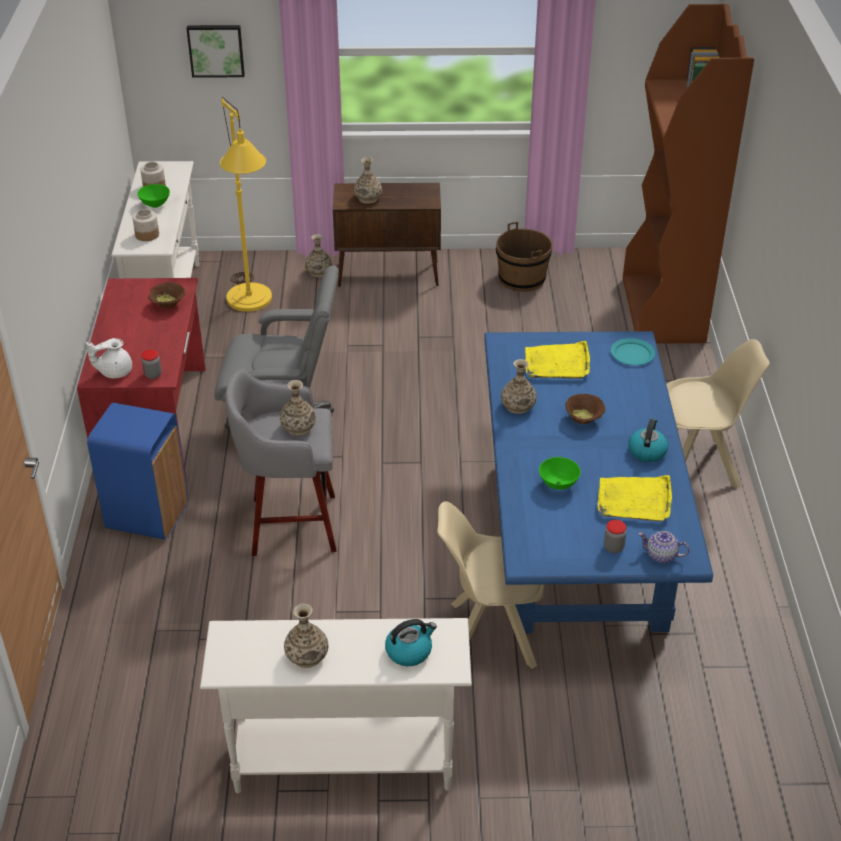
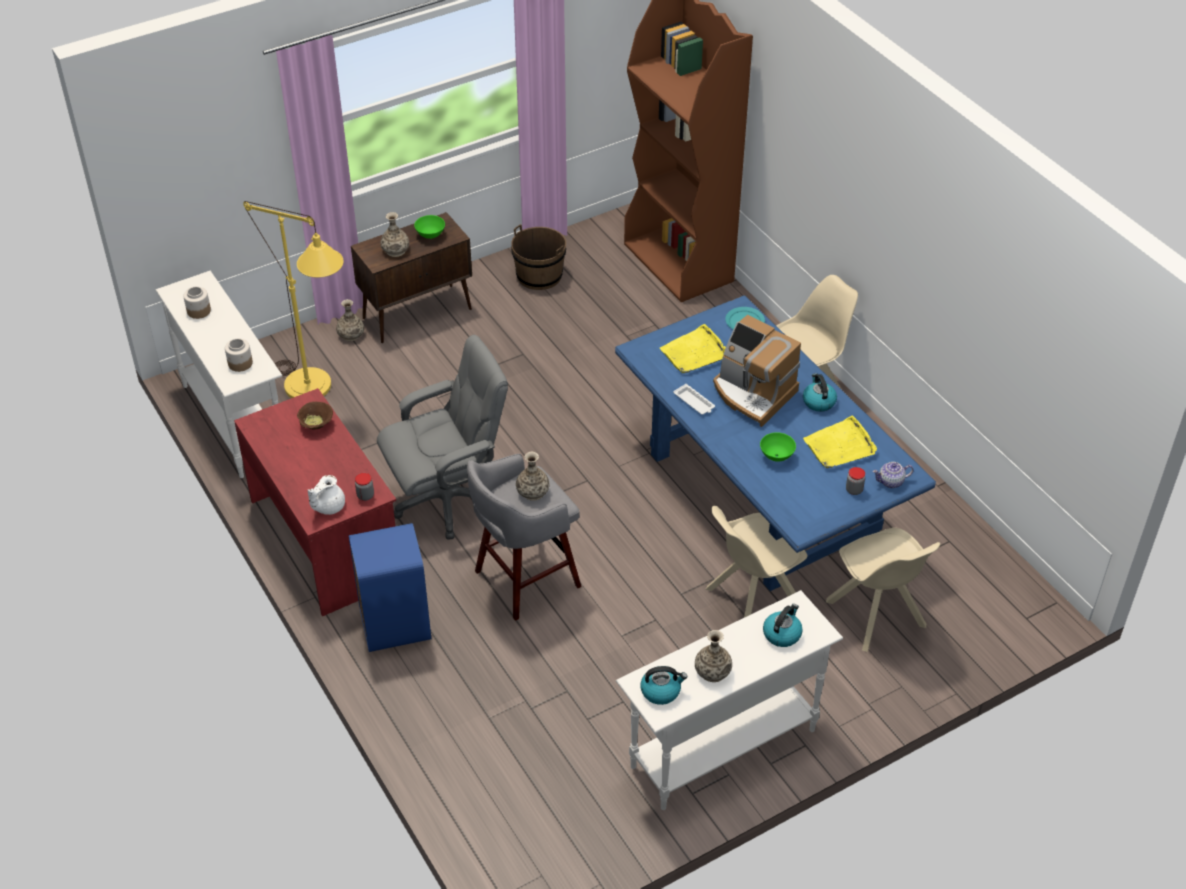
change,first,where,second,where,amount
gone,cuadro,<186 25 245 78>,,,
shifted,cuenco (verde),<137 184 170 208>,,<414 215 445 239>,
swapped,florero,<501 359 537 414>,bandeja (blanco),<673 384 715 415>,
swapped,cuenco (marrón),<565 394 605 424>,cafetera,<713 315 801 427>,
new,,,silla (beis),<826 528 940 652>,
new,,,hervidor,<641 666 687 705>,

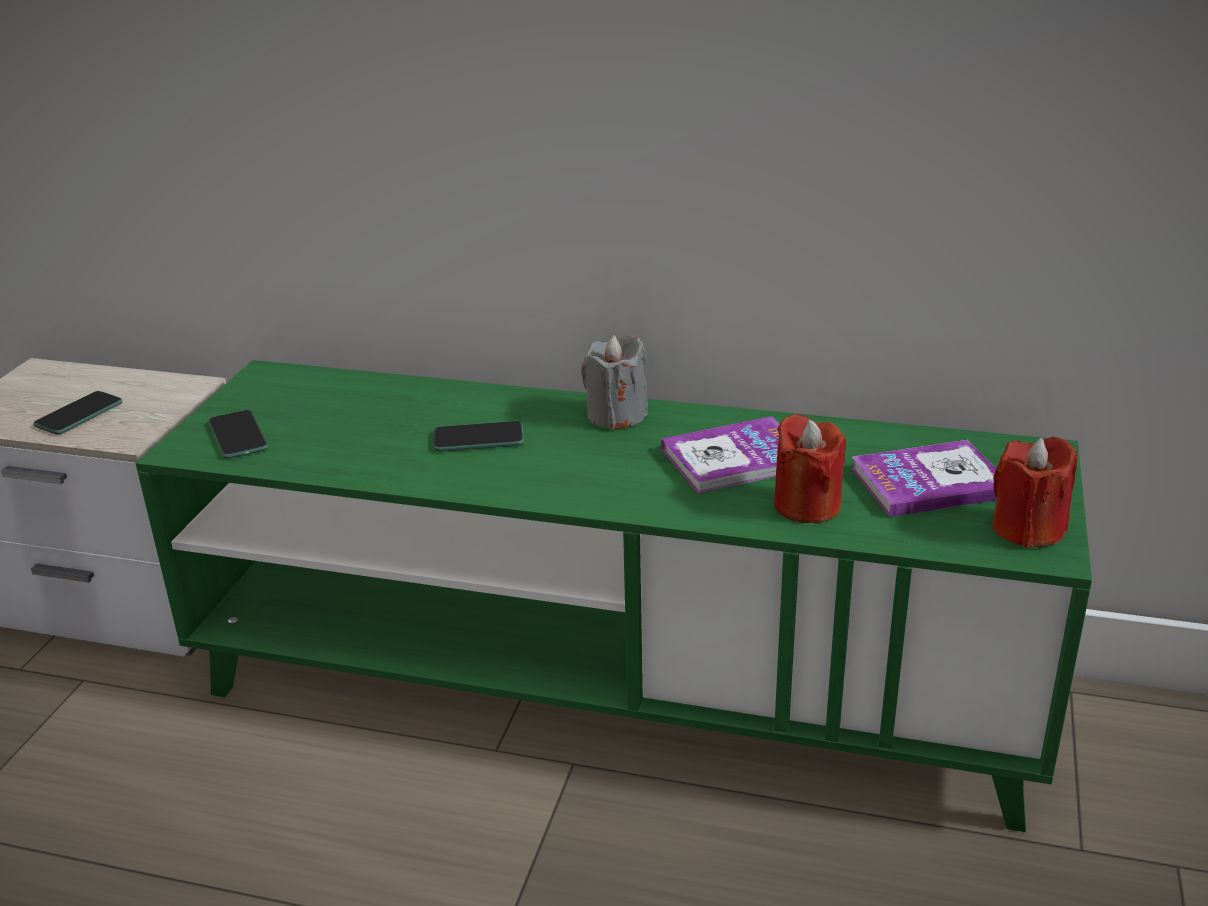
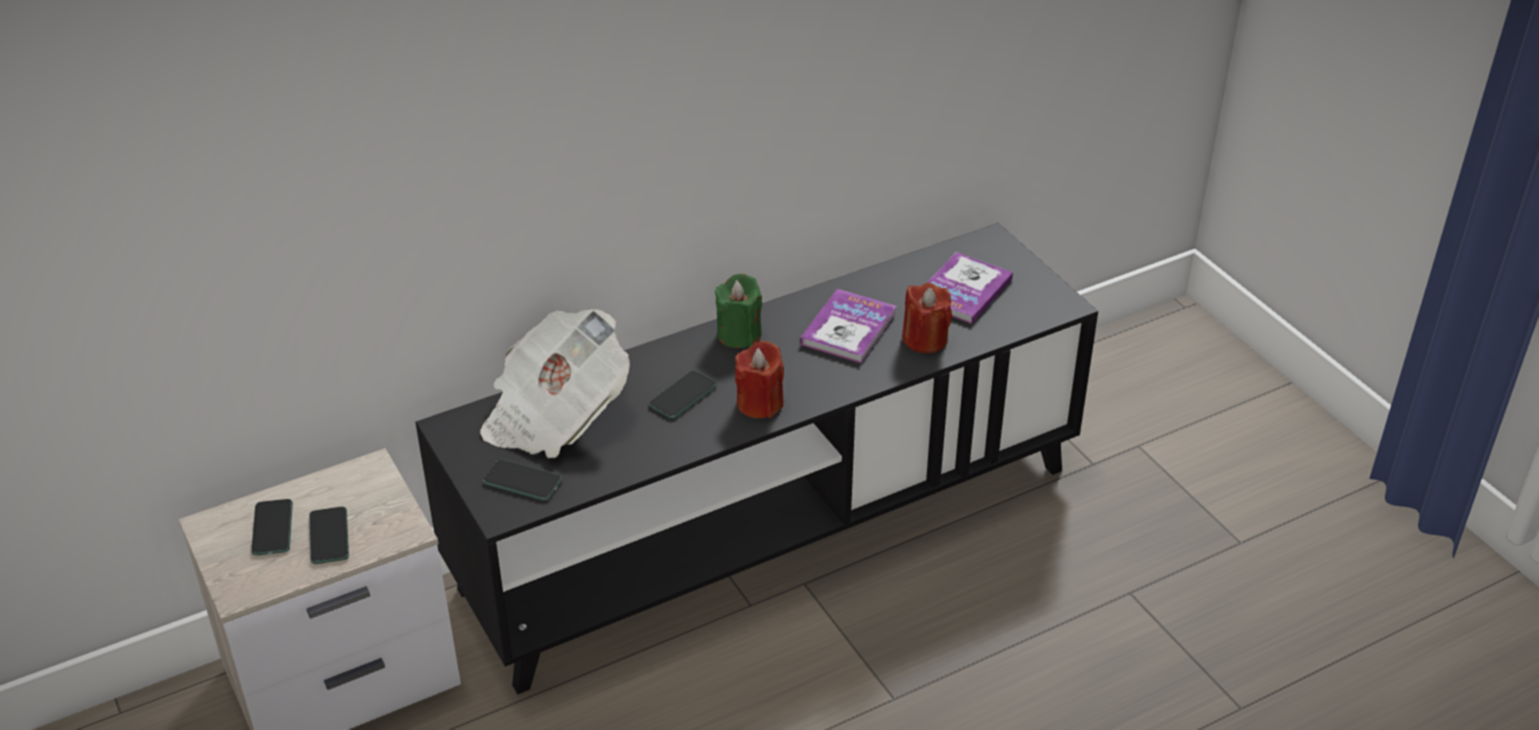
change,first,where,second,where,amount
repainted,vela (gris),<581 335 648 430>,vela (verde),<715 274 762 348>,
repainted,mueble de televisión (verde),<136 360 1092 832>,mueble de televisión (negro),<415 223 1098 694>,
shifted,vela (rojo),<992 437 1077 548>,,<735 341 784 418>,
new,,,periódico,<480 309 630 458>,
new,,,móvil,<251 499 293 556>,

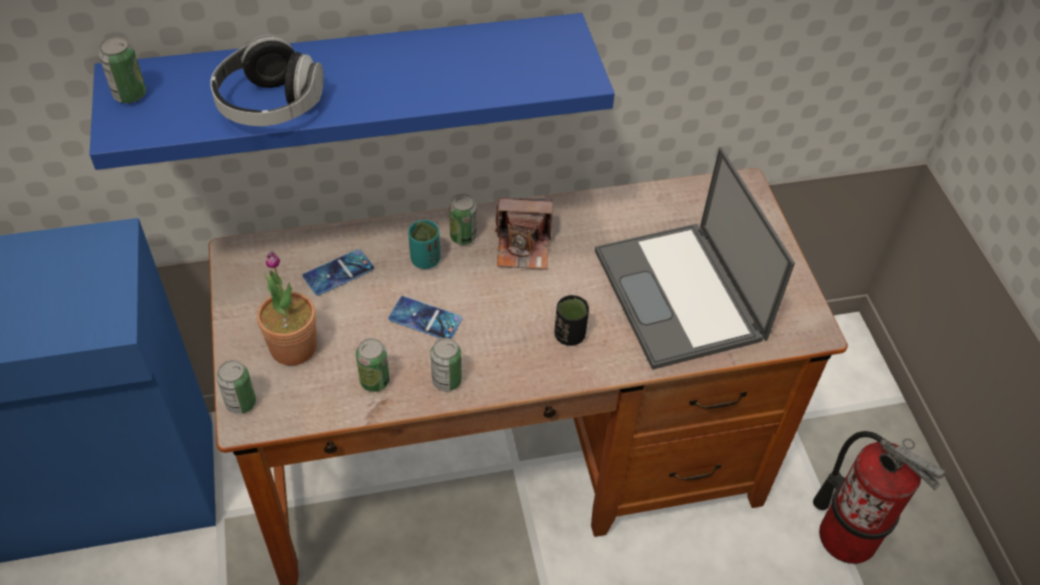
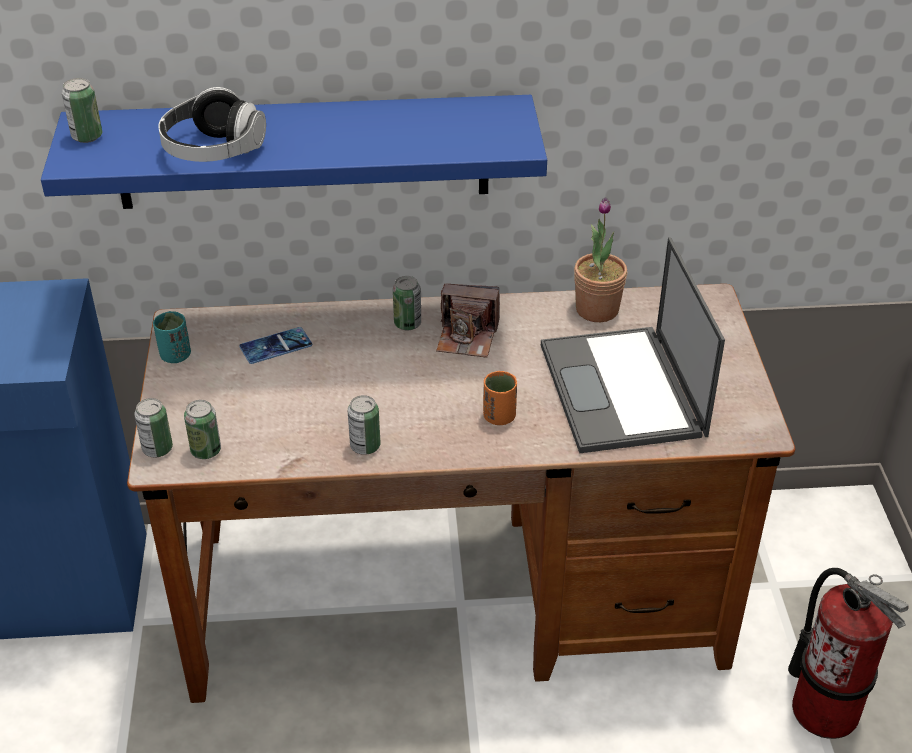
change,first,where,second,where,amount
shifted,taza (turquesa),<408 220 440 269>,,<153 311 191 363>,
shifted,planta en maceta,<257 251 317 365>,,<574 197 627 322>,
repainted,taza (negro),<554 295 589 346>,taza (naranja),<483 371 517 425>,
gone,móvil,<388 296 462 339>,,,
shifted,lata,<356 338 390 392>,,<184 400 221 459>,

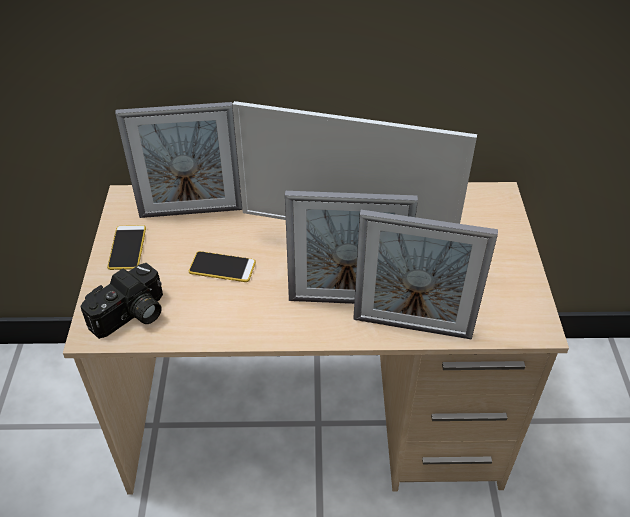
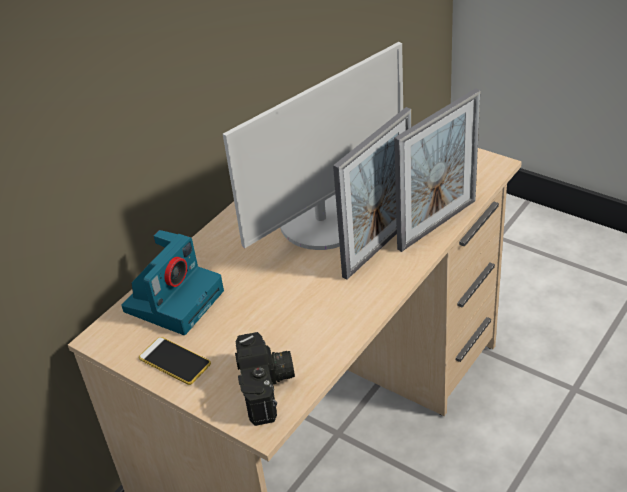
change,first,where,second,where,amount
swapped,portarretratos,<115 102 242 218>,cámara,<122 230 224 335>,
gone,móvil,<189 251 256 282>,,,

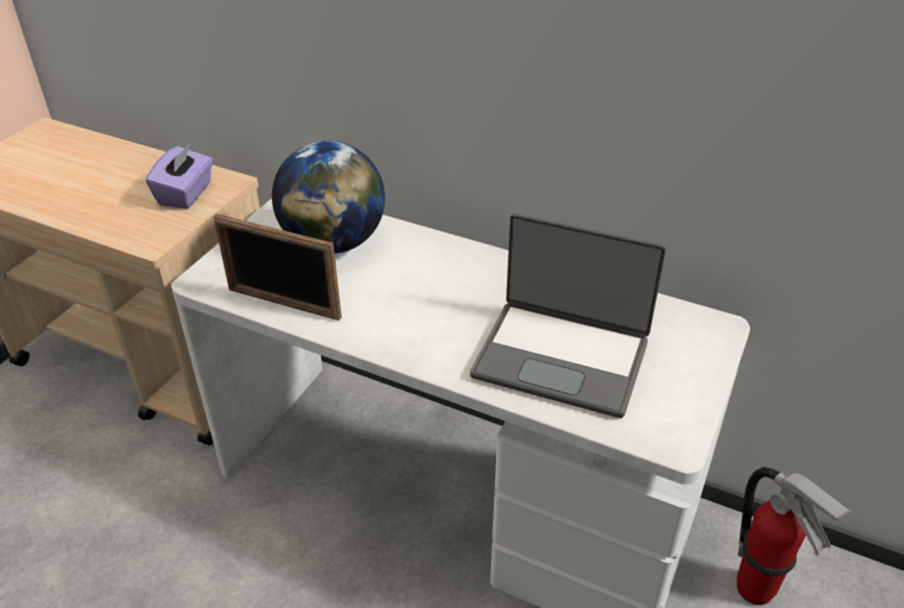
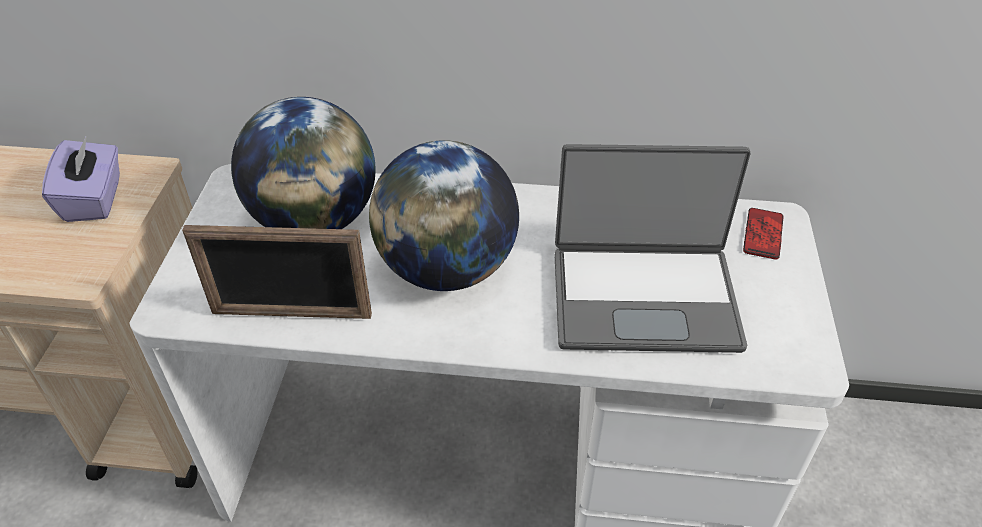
change,first,where,second,where,amount
gone,extintor,<737 467 851 605>,,,
new,,,globo terráqueo,<369 140 519 291>,
new,,,móvil,<743 208 784 260>,

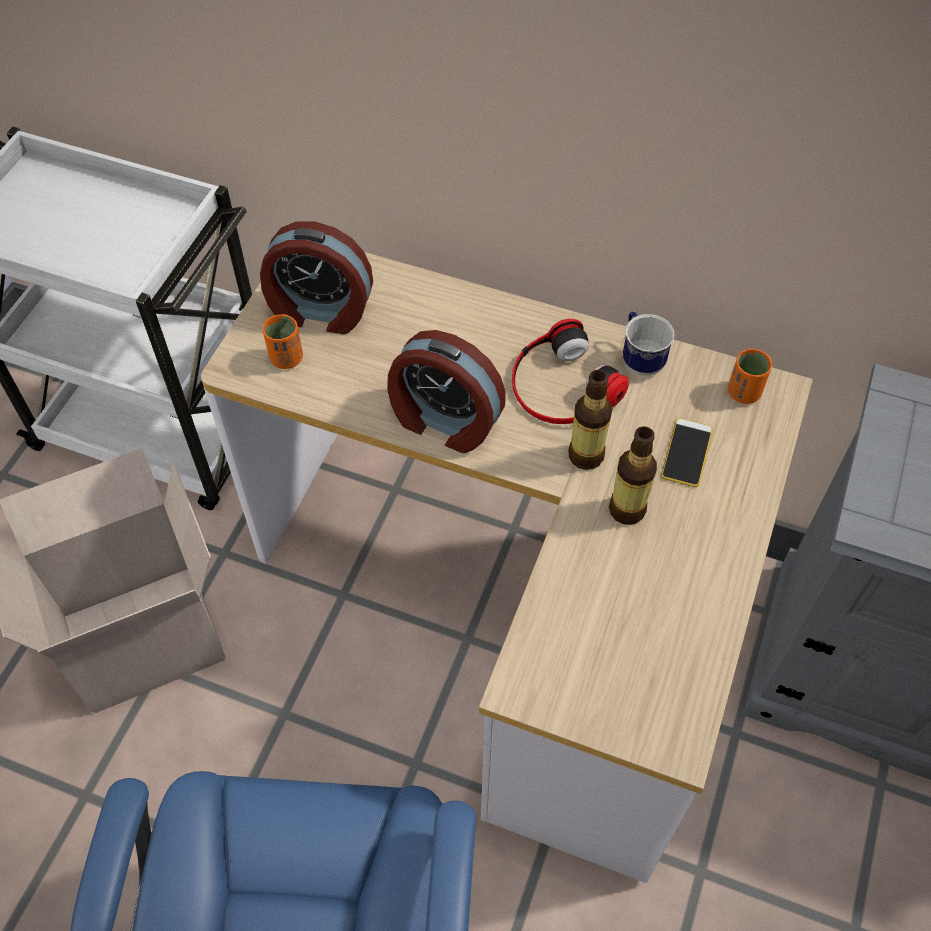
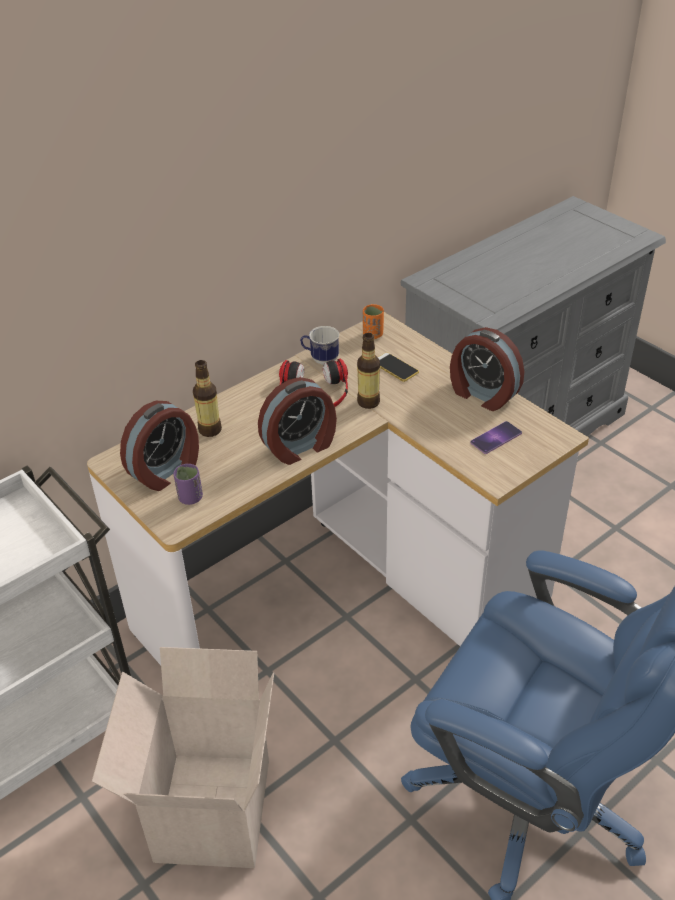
change,first,where,second,where,amount
repainted,taza (naranja),<263 314 303 369>,taza (morado),<174 464 203 505>,
shifted,botella,<609 426 657 525>,,<193 360 222 437>,
new,,,despertador,<450 327 524 411>,
new,,,móvil,<470 421 522 454>,

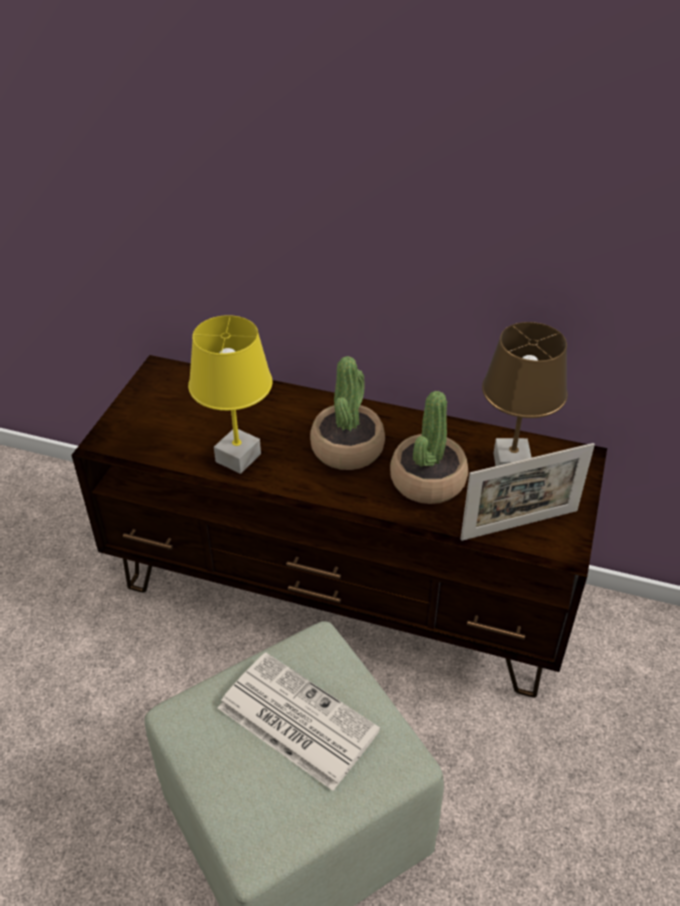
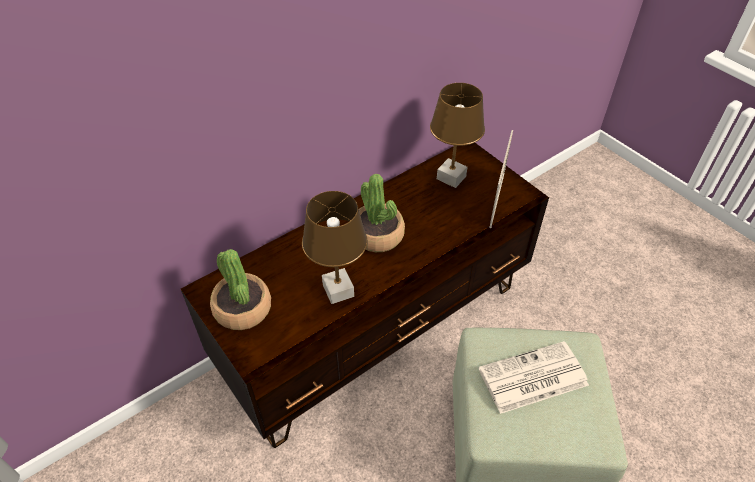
change,first,where,second,where,amount
repainted,lámpara de mesa (amarillo),<188 315 273 474>,lámpara de mesa (marrón),<302 191 367 304>,
shifted,planta en maceta,<390 391 468 504>,,<210 249 271 330>,

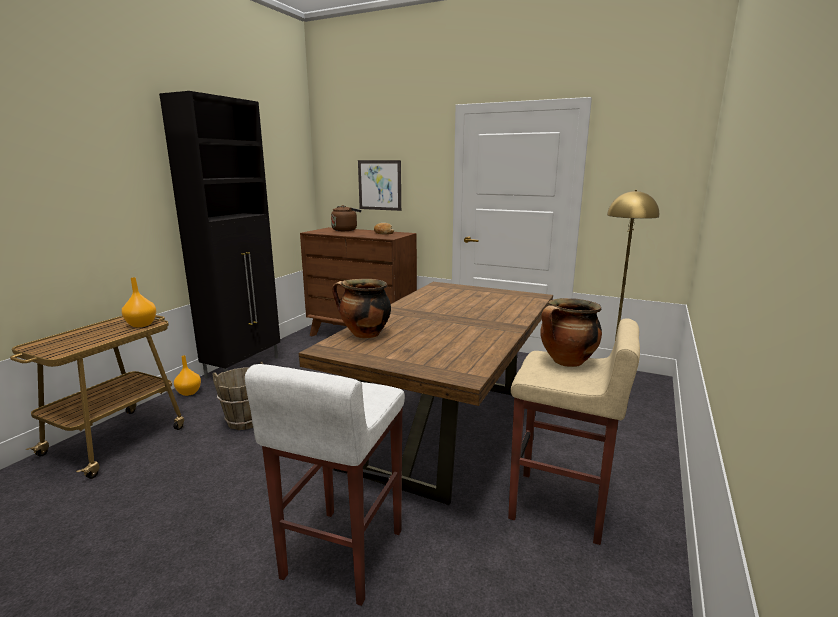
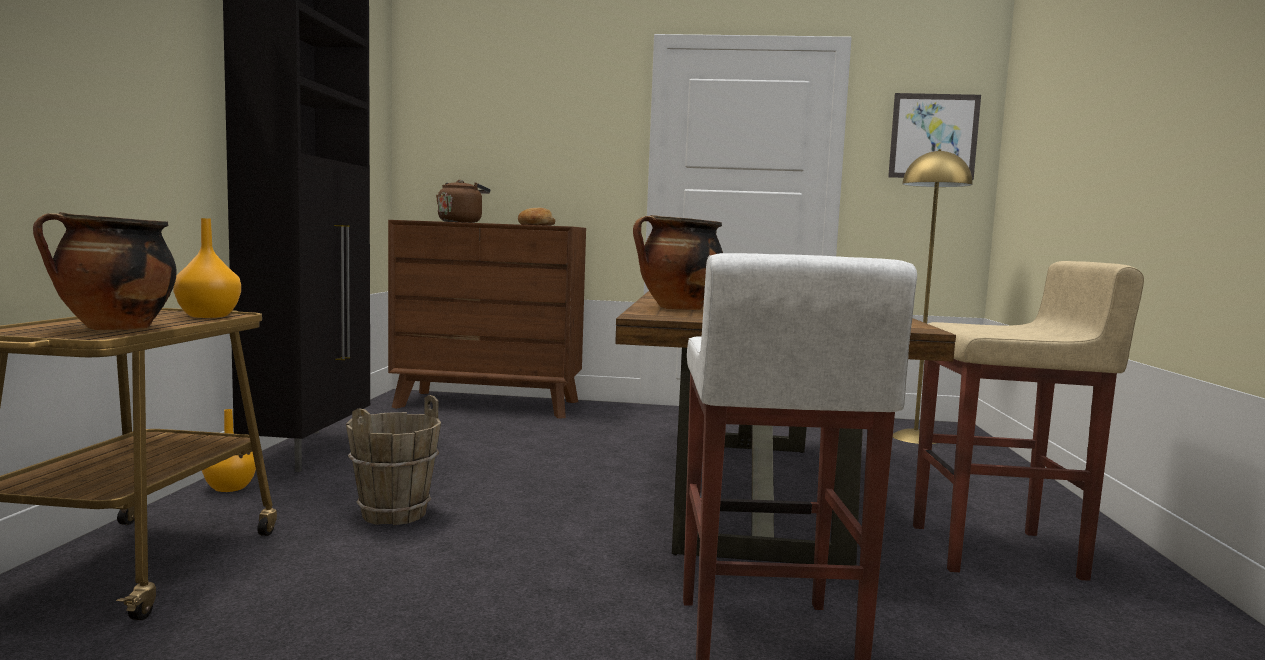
change,first,where,second,where,amount
shifted,cuadro,<358 160 401 211>,,<888 93 981 180>,
shifted,olla,<540 298 602 367>,,<33 212 177 330>,

